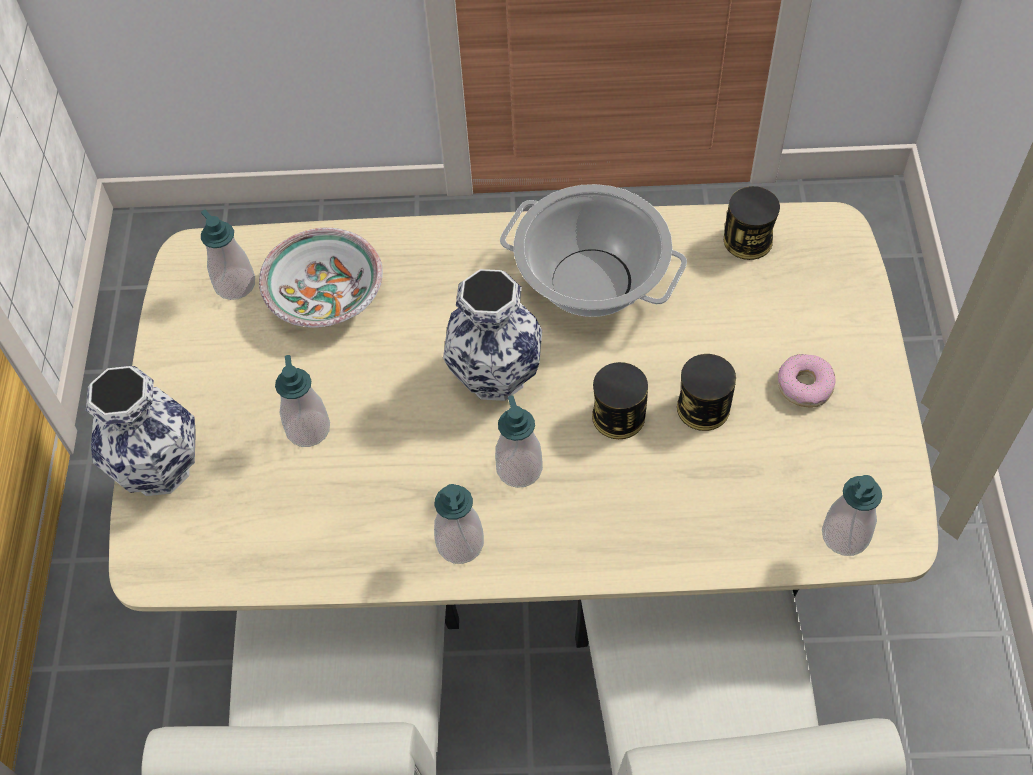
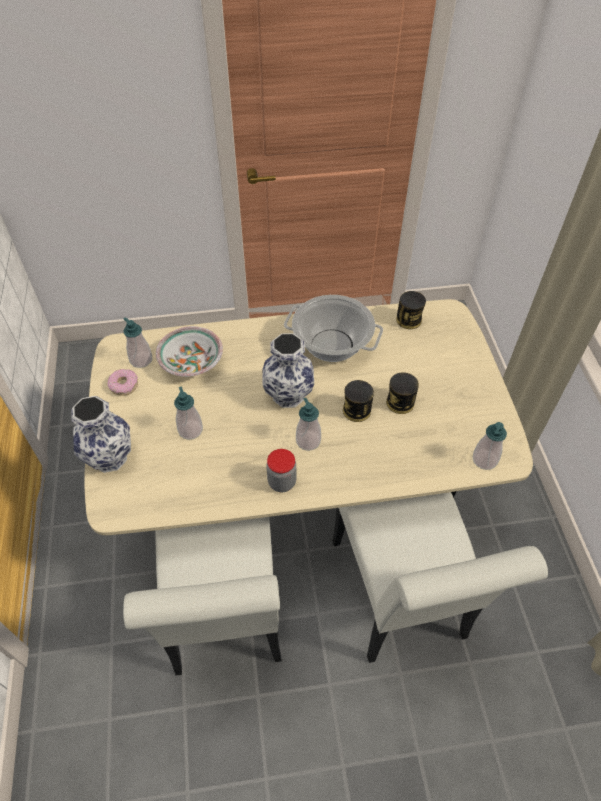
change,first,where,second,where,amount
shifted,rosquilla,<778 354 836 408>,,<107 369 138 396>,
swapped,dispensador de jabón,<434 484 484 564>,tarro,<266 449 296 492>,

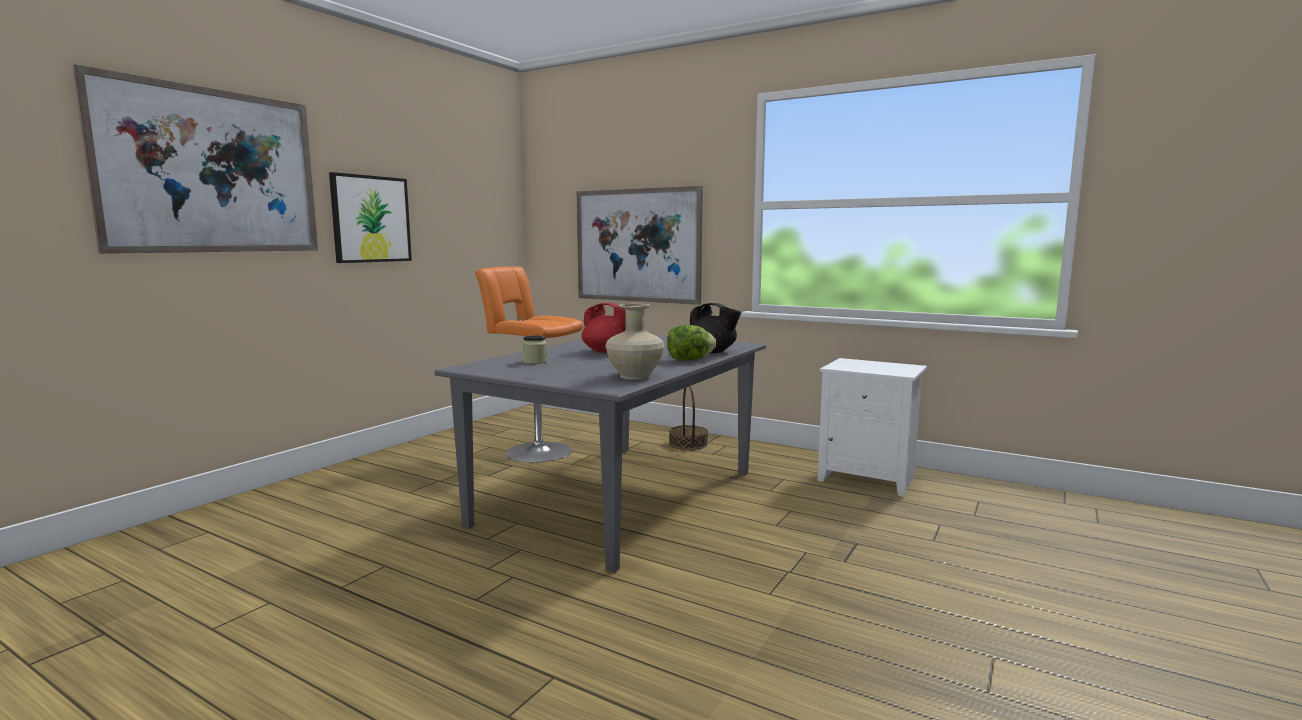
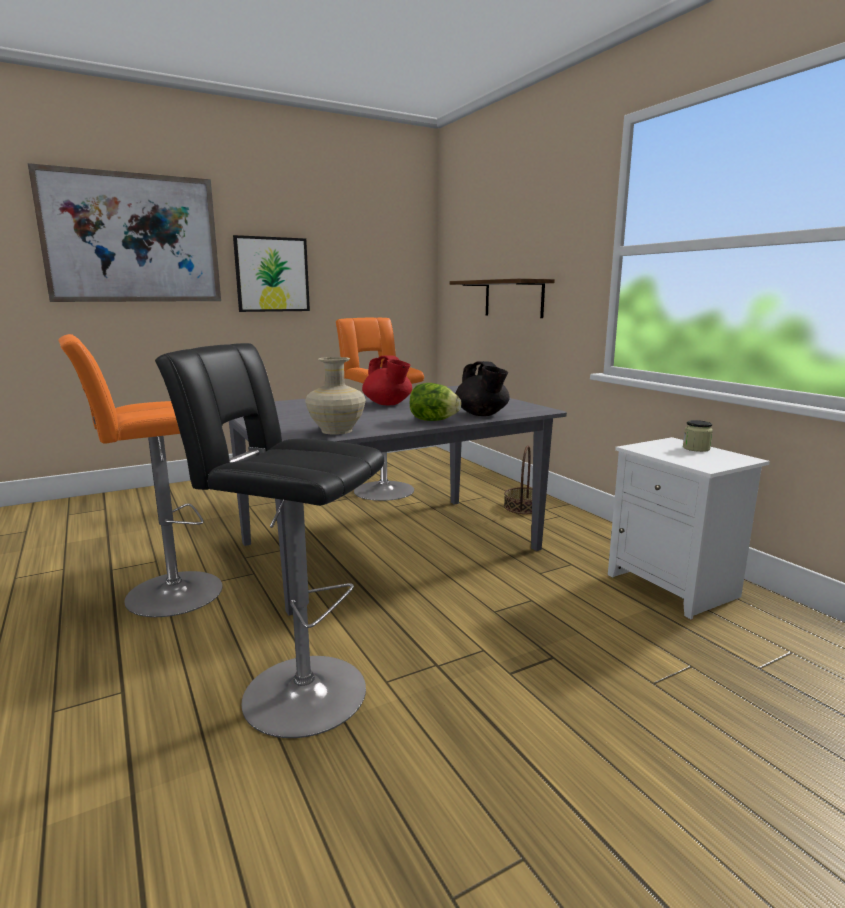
change,first,where,second,where,amount
swapped,cuadro,<577 186 703 305>,estante,<450 278 555 318>,
shifted,tarro,<522 335 547 364>,,<683 420 713 452>,
new,,,taburete (naranja),<59 334 222 617>,
new,,,taburete (negro),<155 343 384 738>,

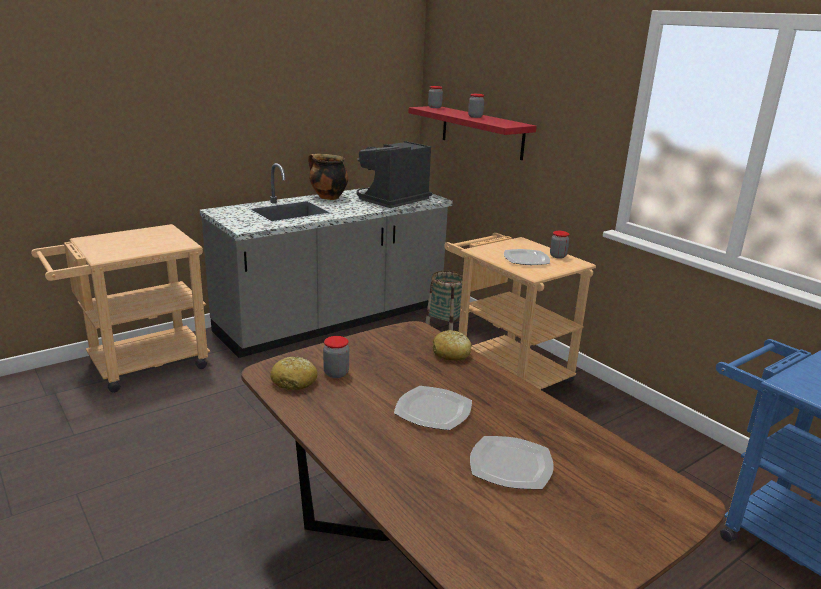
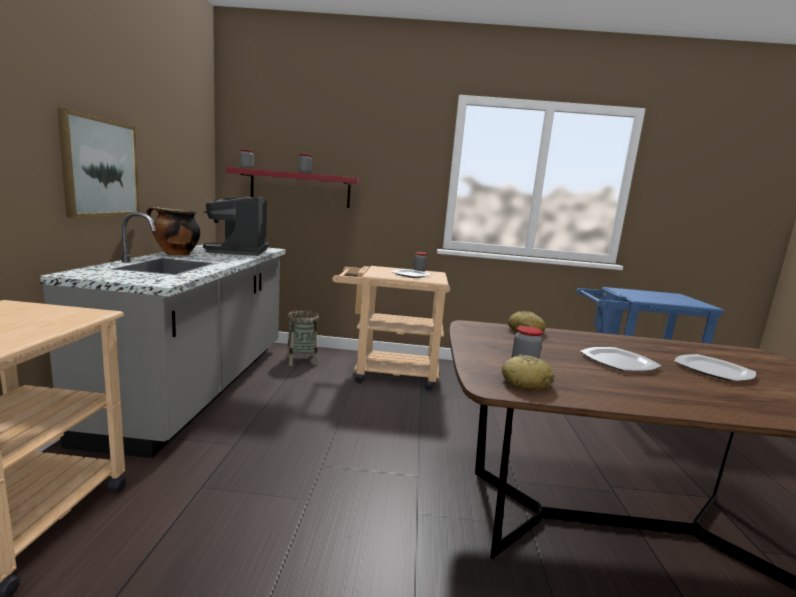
change,first,where,second,where,amount
new,,,cuadro,<57 108 140 218>,

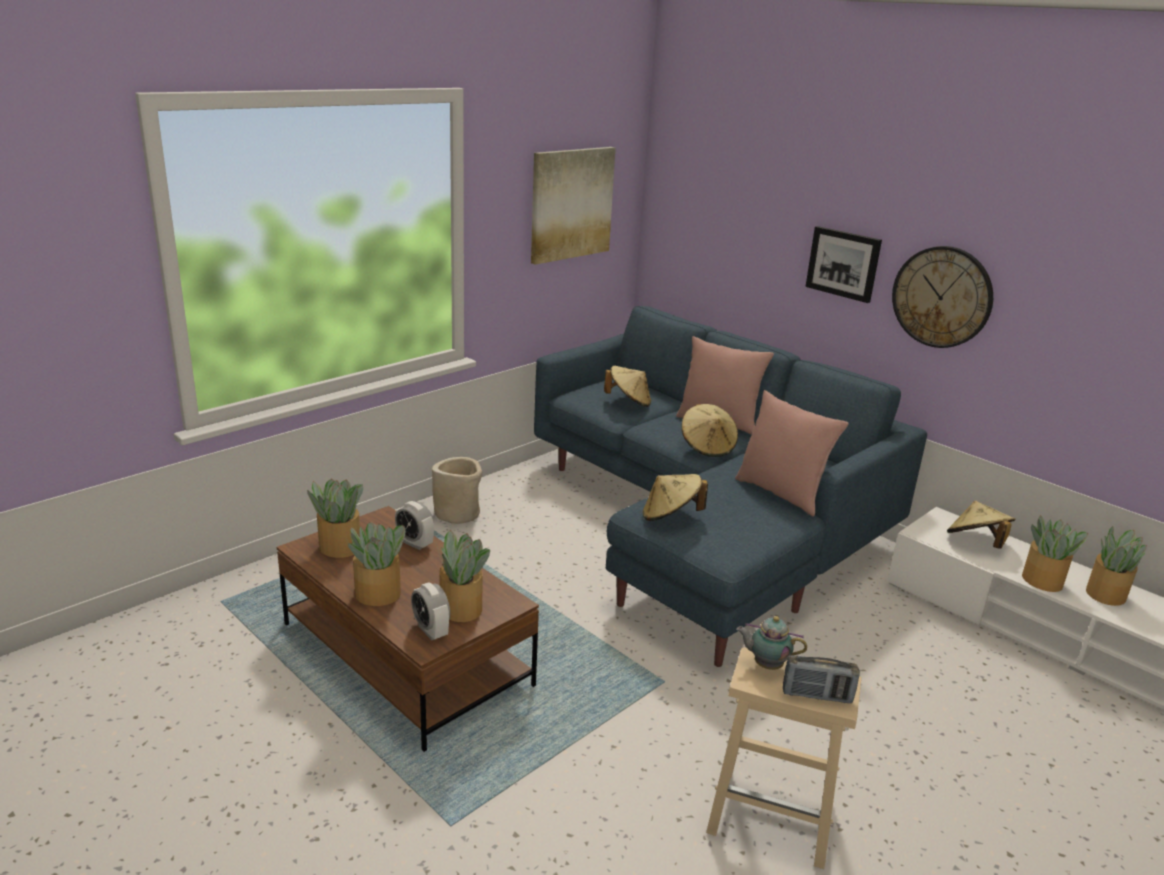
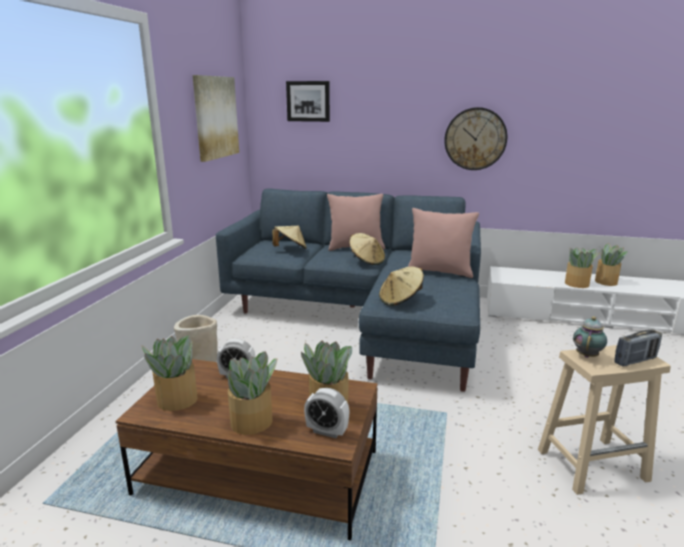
change,first,where,second,where,amount
shifted,cuadro,<805 226 882 303>,,<286 81 330 122>,
gone,sombrero (beis),<947 501 1015 549>,,,
rotated,tetera,<736 616 807 670>,,<573 316 607 358>,135 degrees clockwise

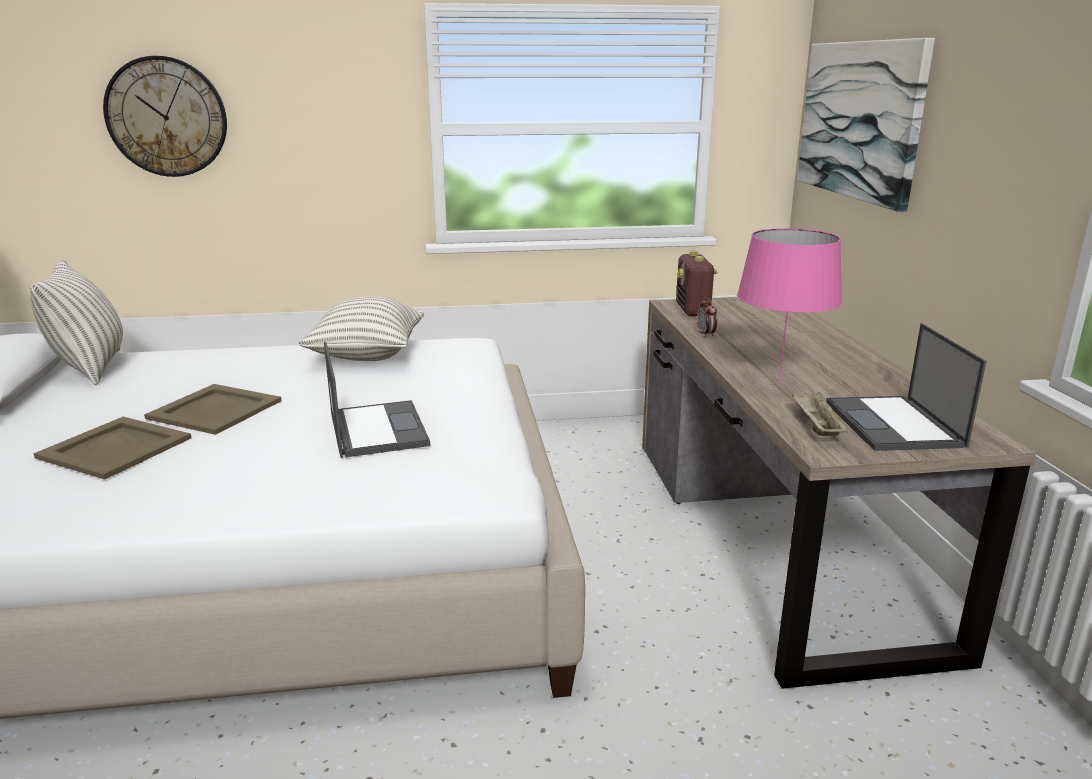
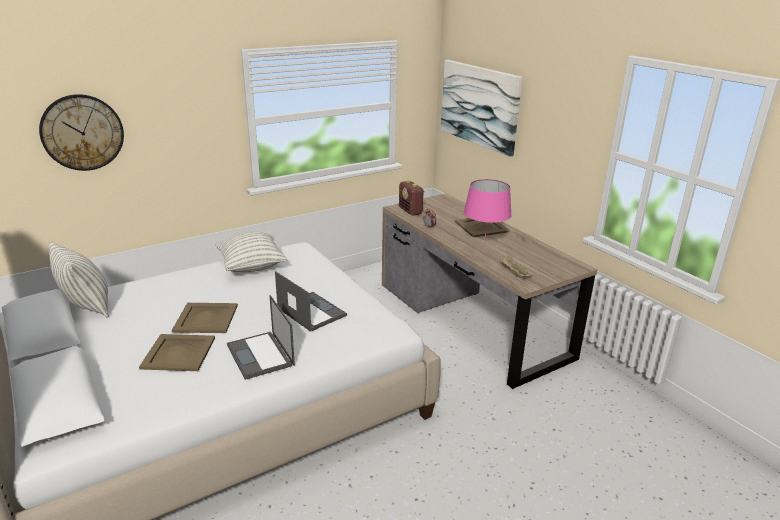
change,first,where,second,where,amount
shifted,portátil,<826 323 986 451>,,<227 295 295 380>,
new,,,bandeja (beis),<455 218 510 237>,

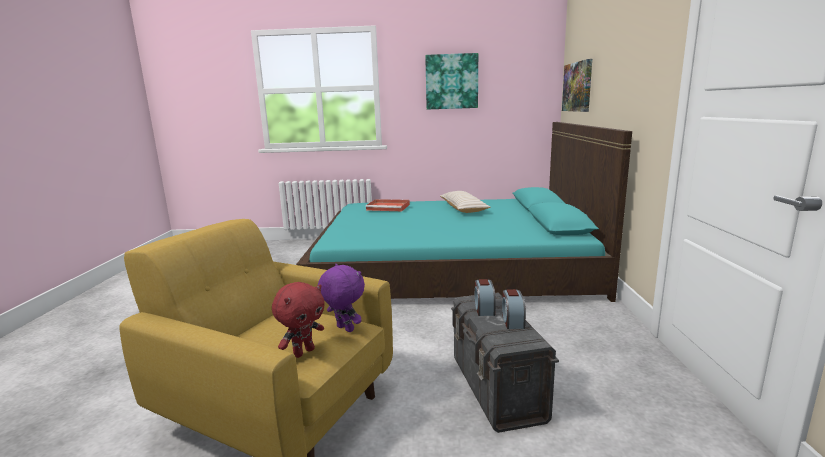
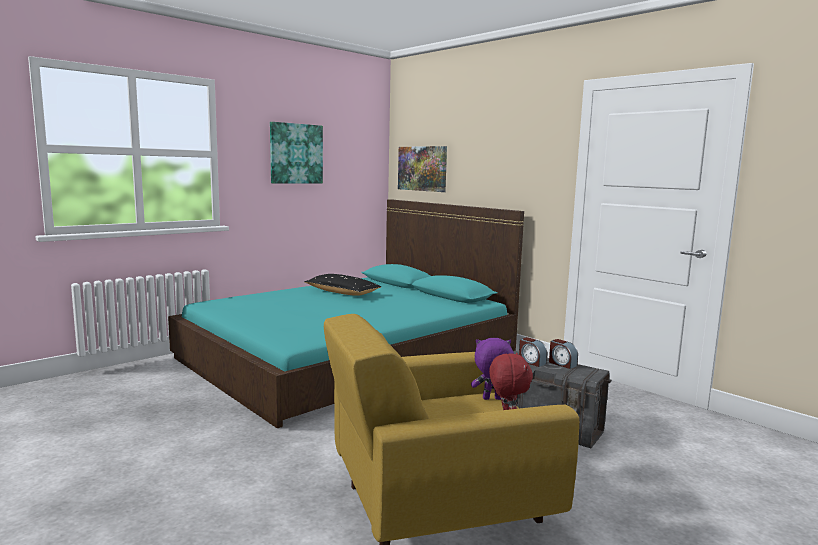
change,first,where,second,where,amount
repainted,cojín (beis),<440 191 490 213>,cojín (negro),<305 274 381 296>,
gone,bandeja (rojo),<366 199 410 211>,,,

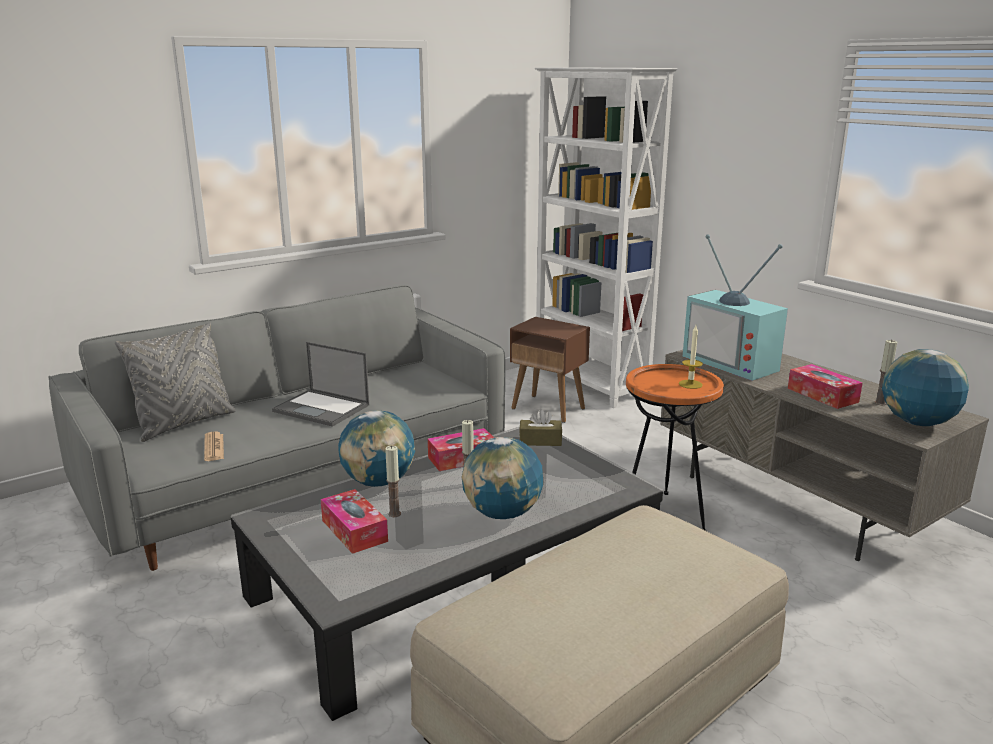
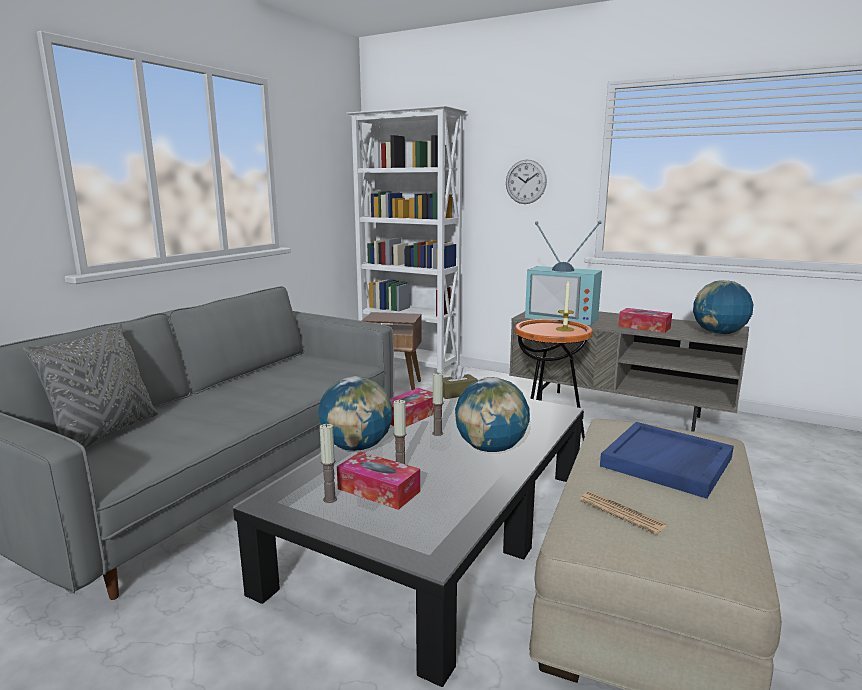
change,first,where,second,where,amount
shifted,vela,<875 340 897 405>,,<320 424 337 503>,
gone,portátil,<272 342 369 427>,,,
shifted,periódico,<204 432 224 461>,,<580 491 668 535>,
new,,,reloj de pared,<506 160 547 204>,
new,,,bandeja (azul),<600 422 734 499>,

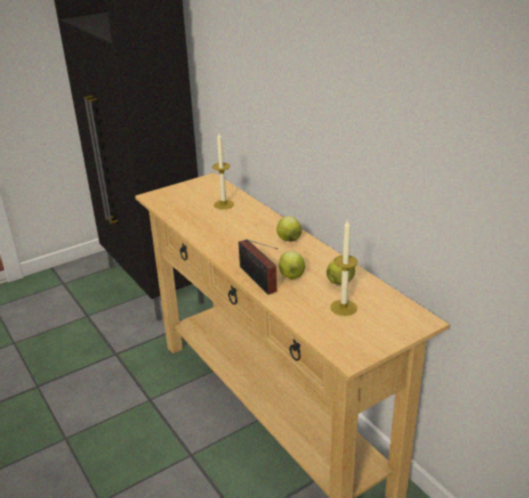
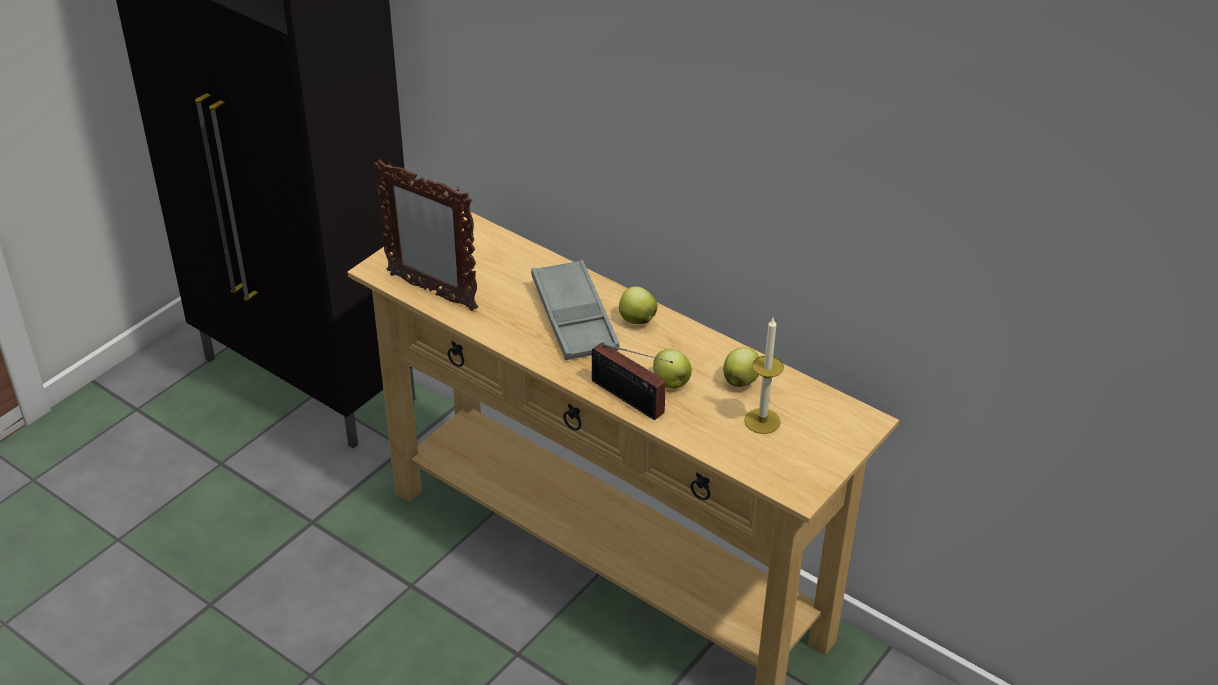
change,first,where,second,where,amount
gone,vela,<212 133 234 210>,,,
new,,,portarretratos,<373 160 478 311>,
new,,,bandeja (gris),<531 260 619 360>,

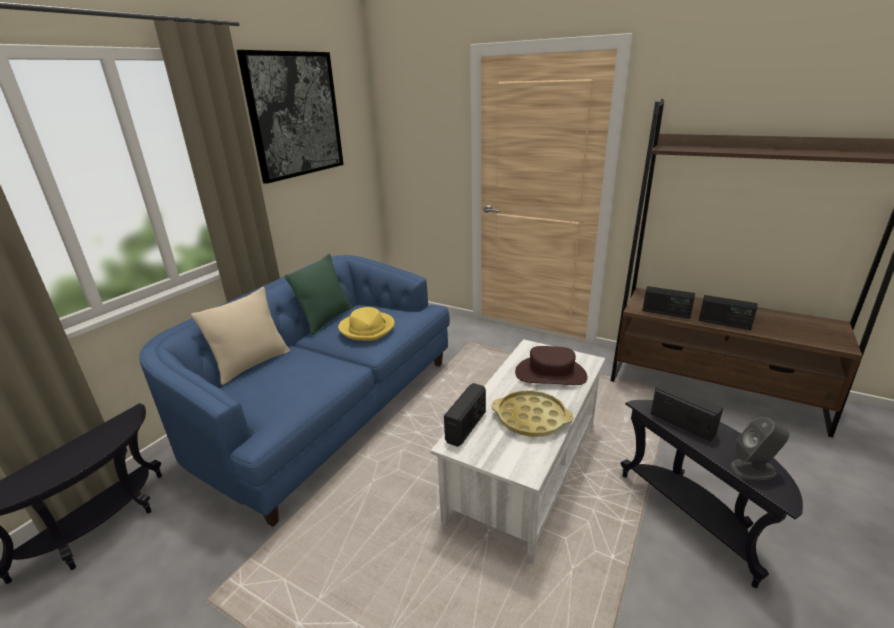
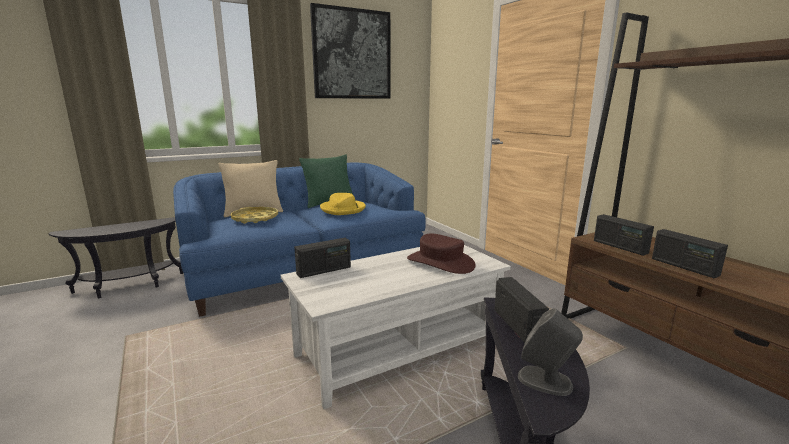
change,first,where,second,where,amount
shifted,bandeja (amarillo),<491 390 573 437>,,<231 207 278 224>,

